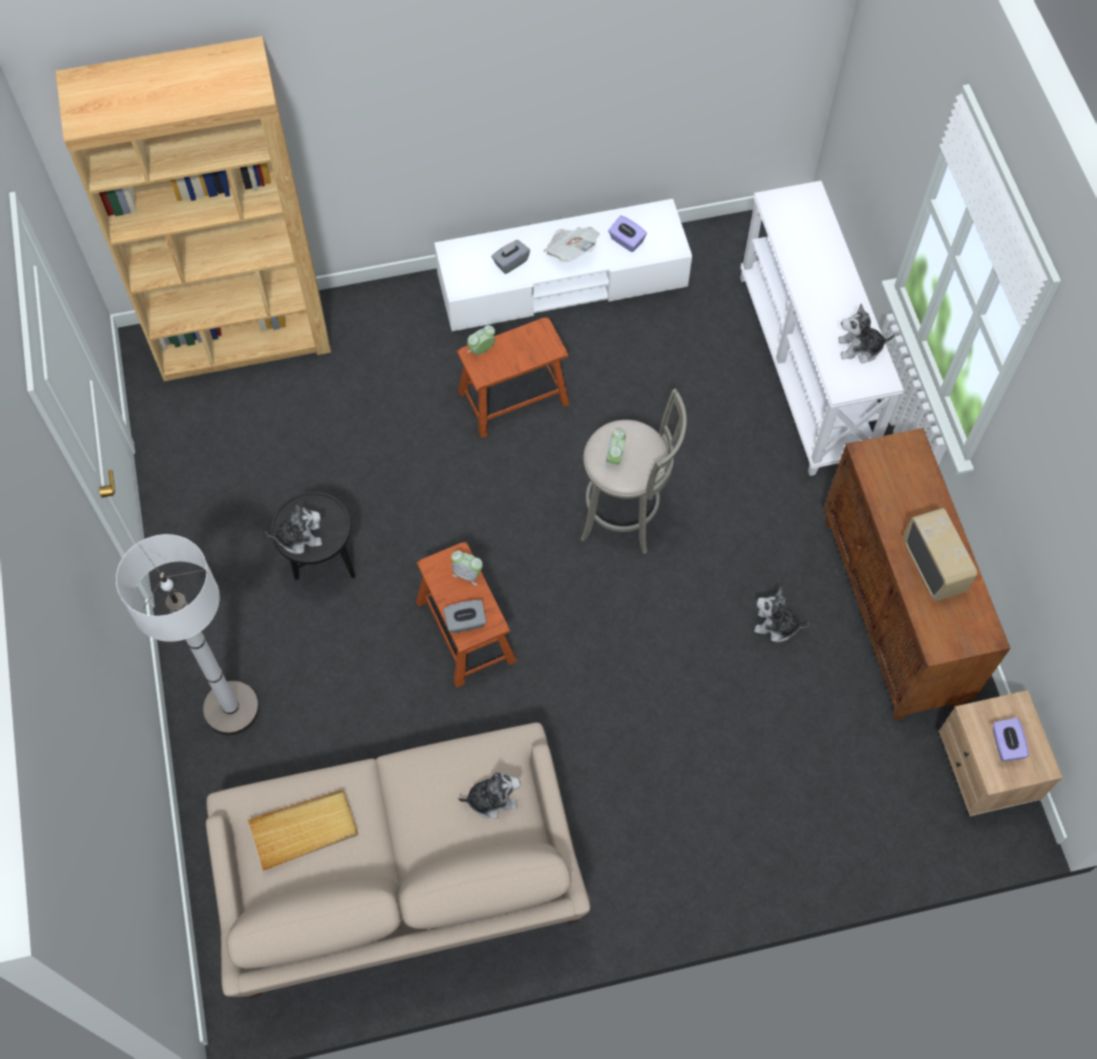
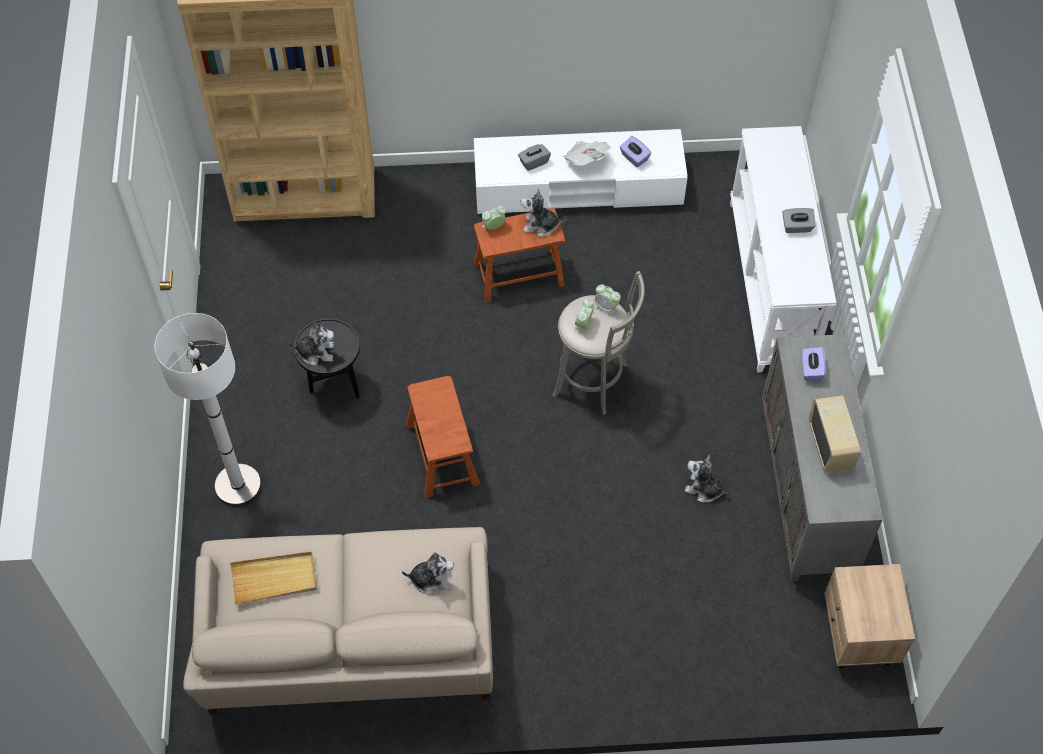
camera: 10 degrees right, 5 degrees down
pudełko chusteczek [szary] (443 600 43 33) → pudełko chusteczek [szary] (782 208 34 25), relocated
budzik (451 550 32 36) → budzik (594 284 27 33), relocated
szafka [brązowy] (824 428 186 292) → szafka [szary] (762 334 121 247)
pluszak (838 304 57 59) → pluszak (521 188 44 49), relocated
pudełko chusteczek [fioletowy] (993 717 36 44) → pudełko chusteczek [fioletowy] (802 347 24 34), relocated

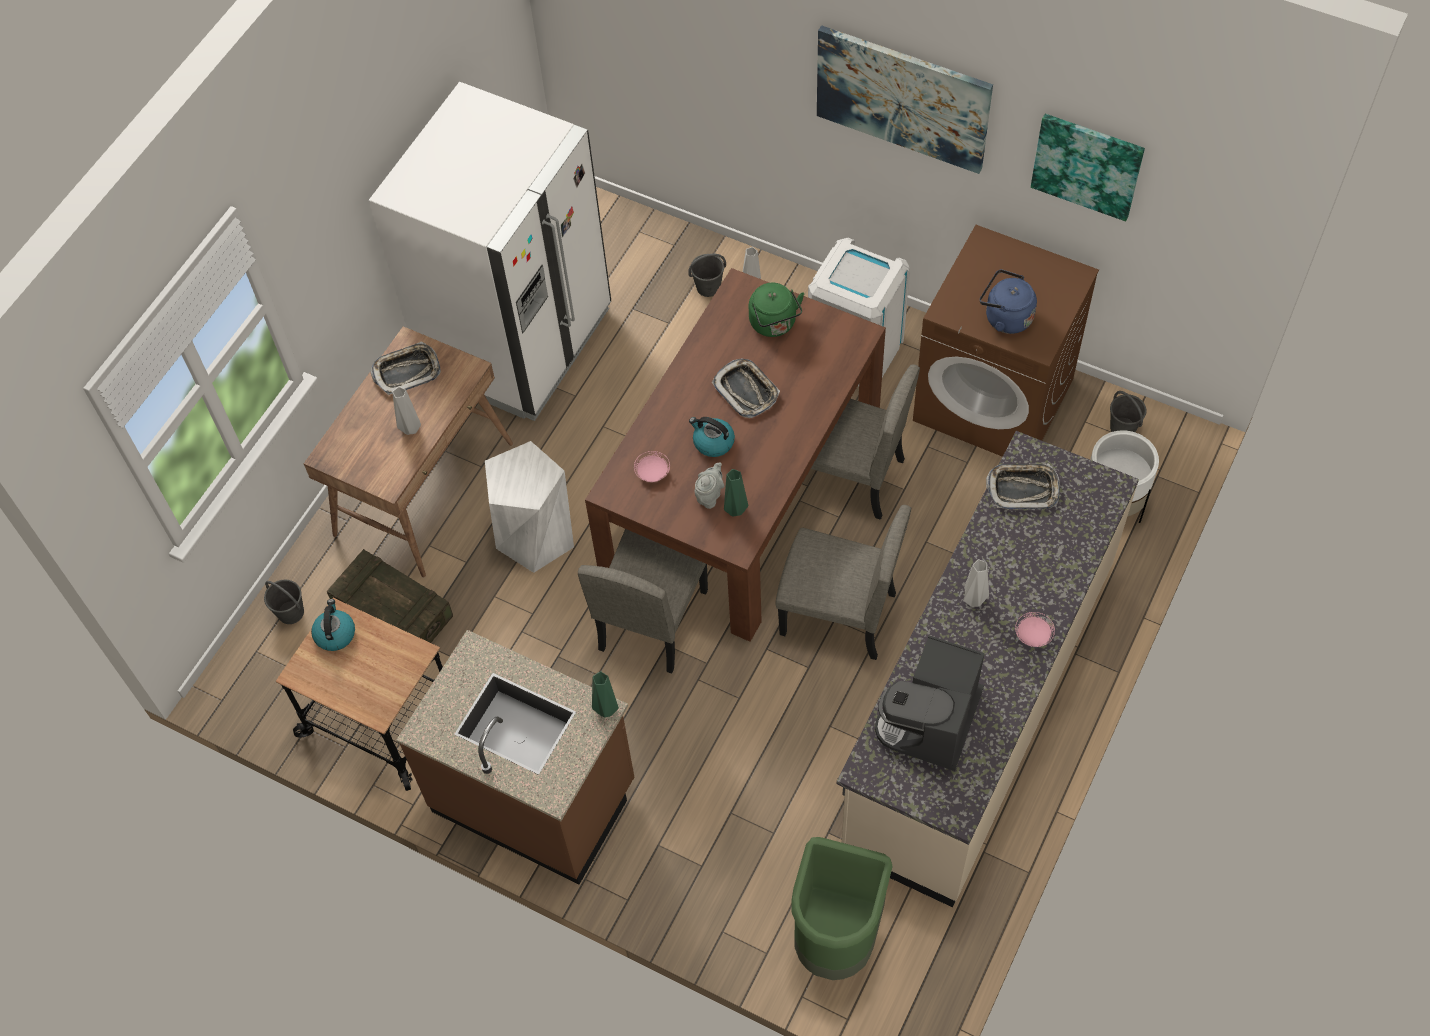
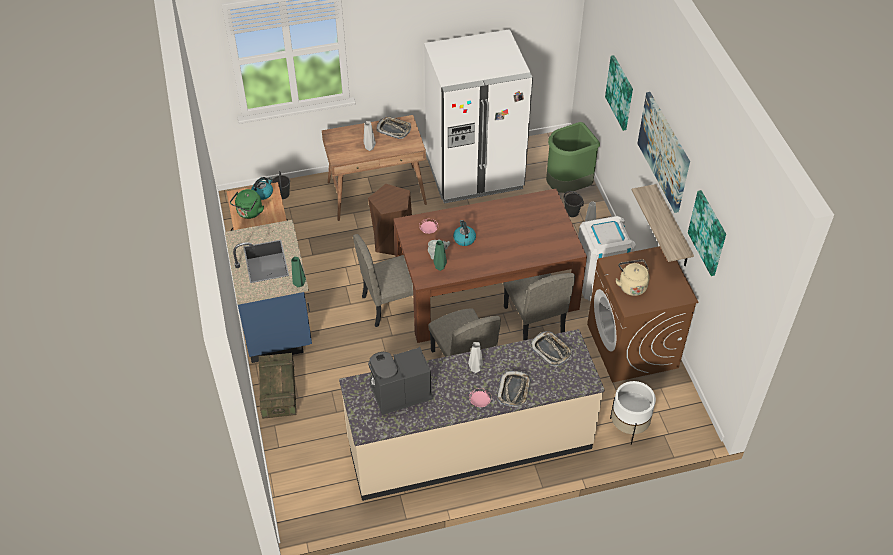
camera: 45 degrees right, 10 degrees down
skrzynka (327 549 126 94) → skrzynka (259 353 37 66), relocated
zabudowa kuchenna [brązowy] (396 630 238 254) → zabudowa kuchenna [niebieski] (225 220 87 143)
stołek [biały] (485 441 89 132) → stołek [brązowy] (368 184 44 71)
taca (712 359 68 59) → taca (497 371 34 36), relocated
czajnik [zielony] (749 283 55 54) → czajnik [zielony] (230 189 34 30), relocated
kosz na śmieci [zielony] (792 837 101 143) → kosz na śmieci [zielony] (546 122 54 71), relocated
czajnik [niebieski] (980 269 57 65) → czajnik [beżowy] (616 259 34 37)
wiadro [szary] (1110 391 37 41) → -
- → obraz (605 55 28 76)
- → półka (632 184 62 82)

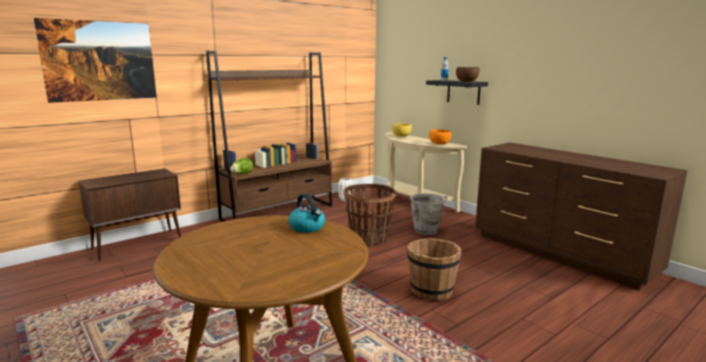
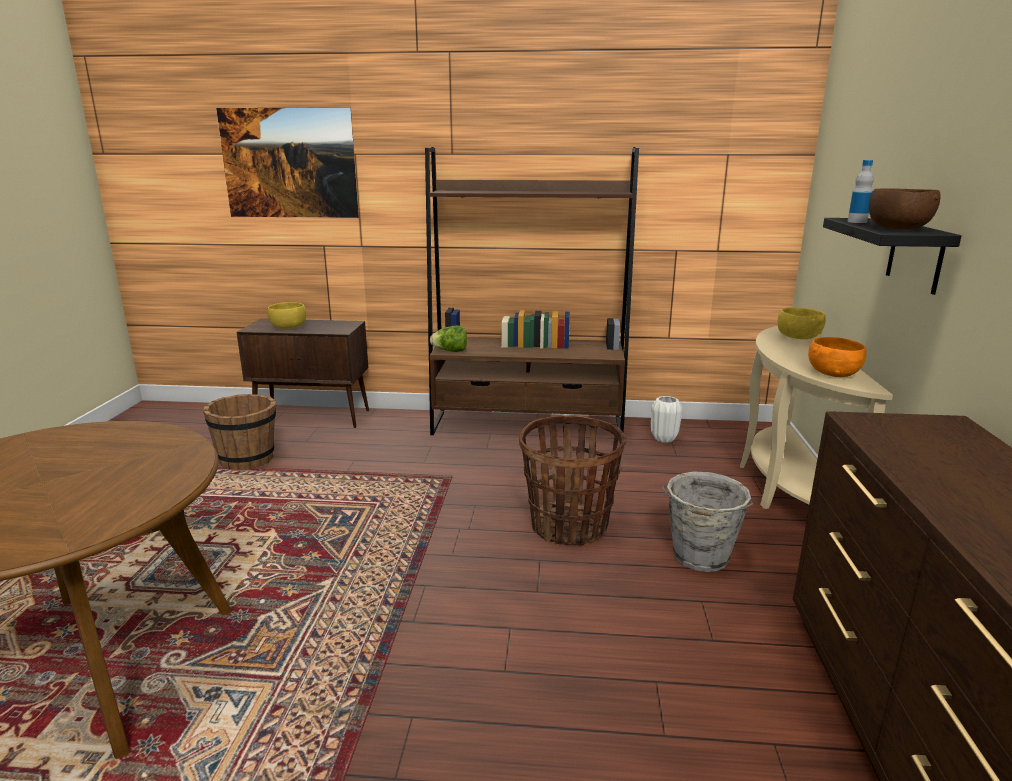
camera: 45 degrees right, 5 degrees up
czajnik (288 194 37 39) → -
wiadro [brązowy] (407 238 55 62) → wiadro [brązowy] (203 394 73 76), relocated
- → miska [żółty] (267 302 39 27)

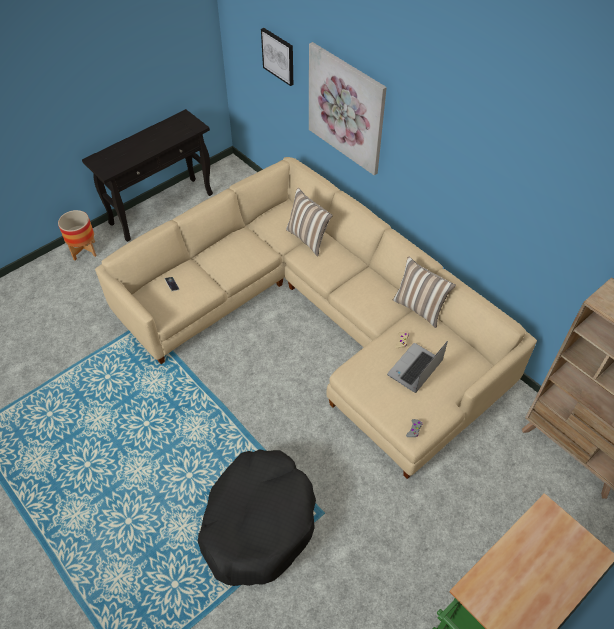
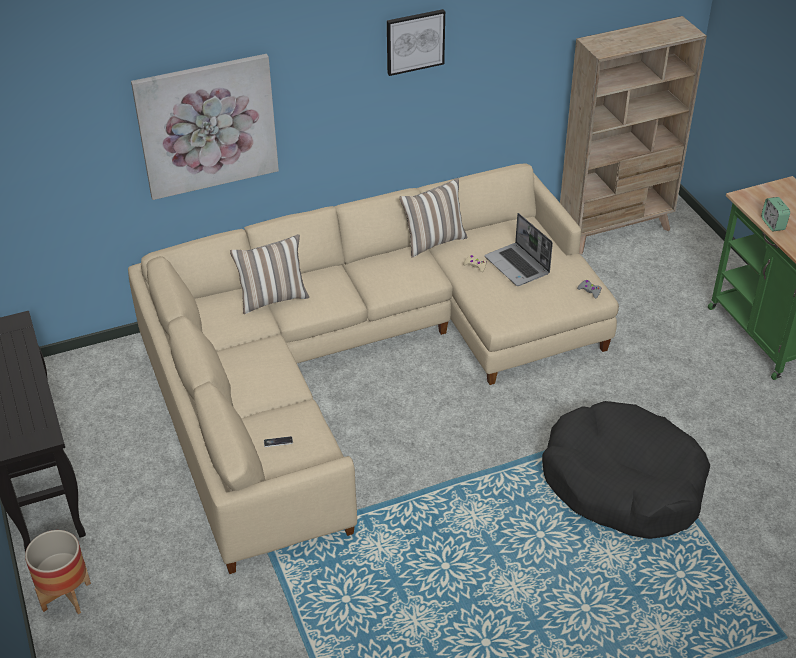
camera: 70 degrees left, 10 degrees down
obraz (261 28 32 58) → obraz (387 9 58 67), relocated
- → budzik (761 197 29 34)

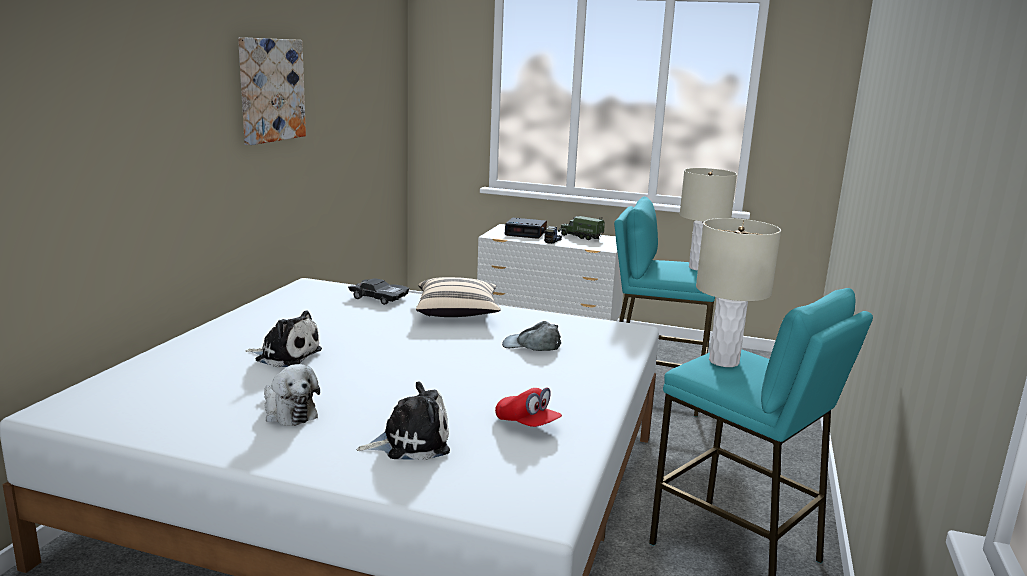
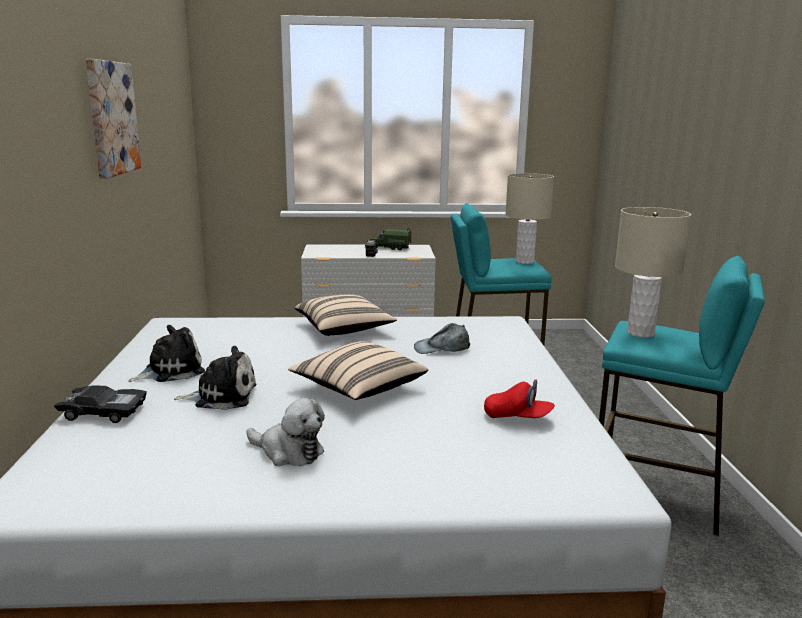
camera: 20 degrees left, 0 degrees up
samochodzik [czarny] (348 278 61 27) → samochodzik [czarny] (54 385 93 38), relocated
pluszak (356 381 94 79) → pluszak (128 325 77 57), relocated
budzik (505 218 42 21) → -
- → poduszka [beżowy] (288 341 140 59)

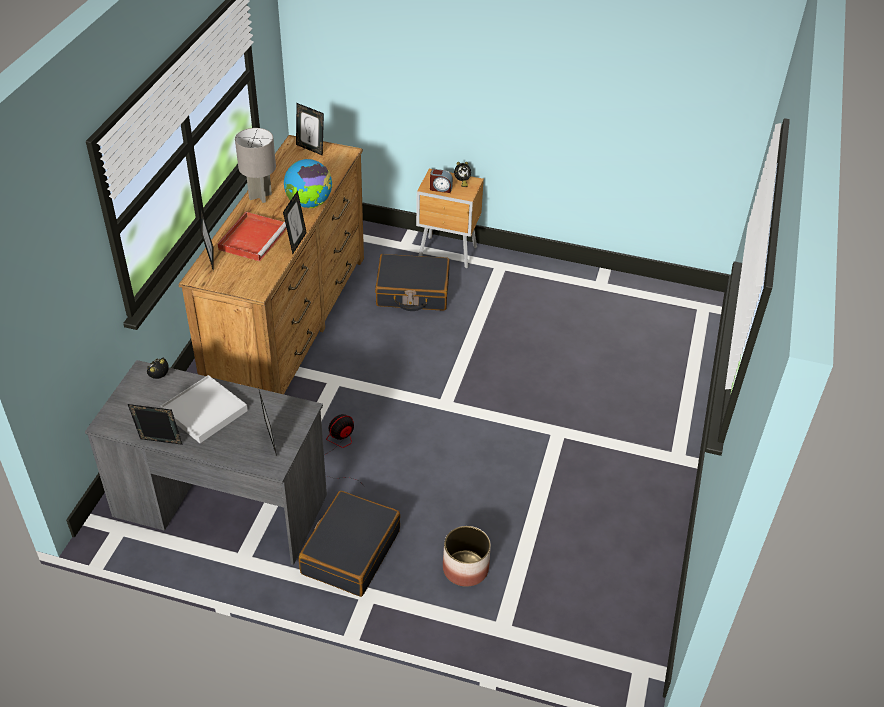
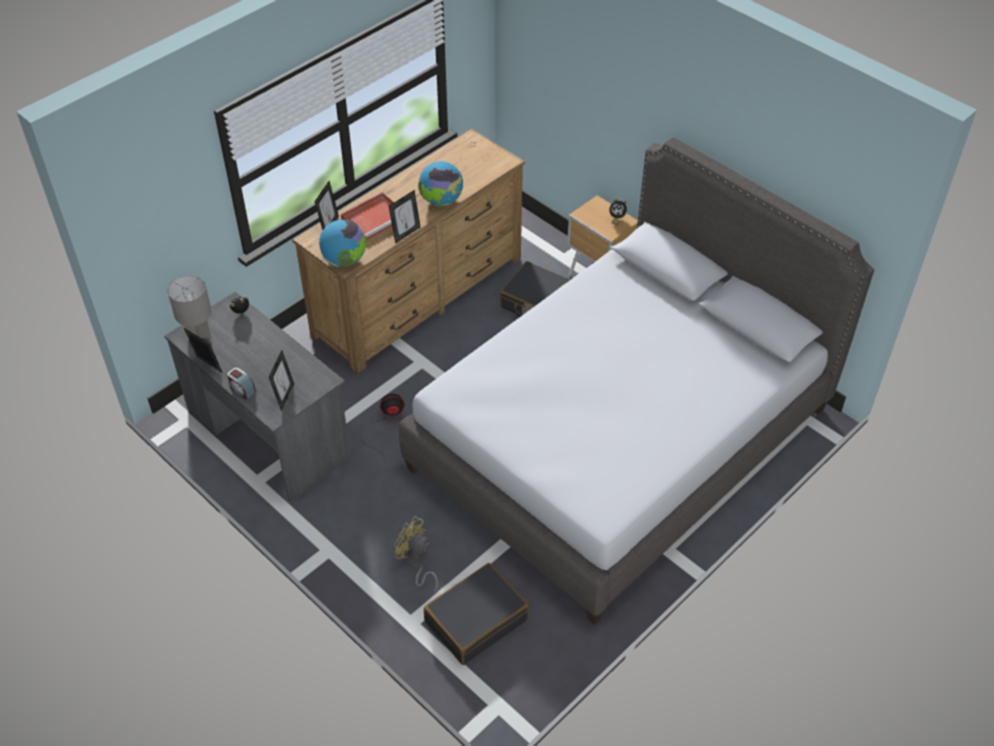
camera: 30 degrees right, 5 degrees up
taca [biały] (161 375 87 68) → -
lampa stołowa [szary] (235 128 41 75) → lampa stołowa [szary] (168 276 44 62), relocated
ramka na zdjęcie (296 103 28 53) → -
walizka [czarny] (299 491 101 106) → walizka [czarny] (424 563 105 102), relocated
budzik (430 169 23 24) → budzik (227 368 29 32), relocated
donica (443 526 48 61) → wentylator [żółty] (394 516 44 77)
- → globus (319 219 47 48)
- → łóżko [szary] (399 138 475 487)

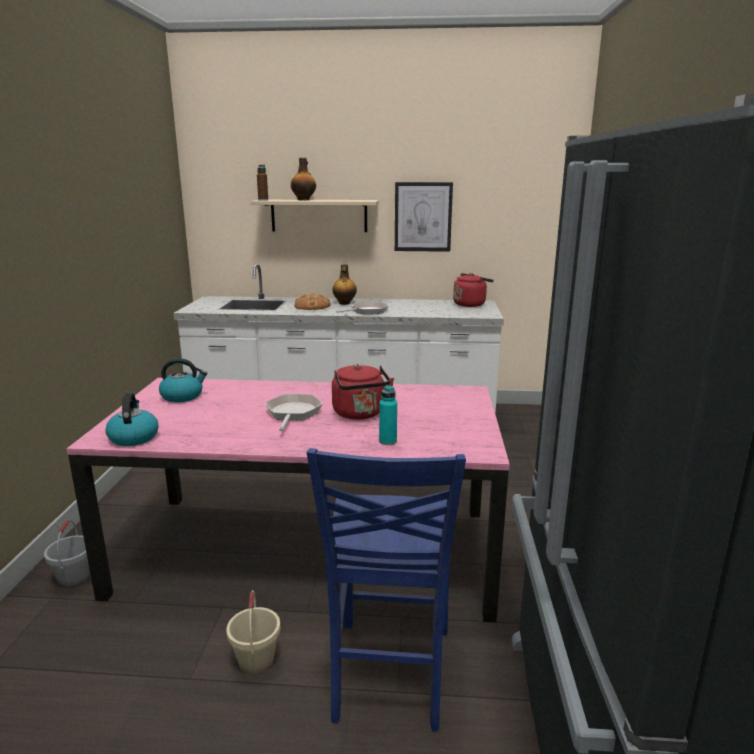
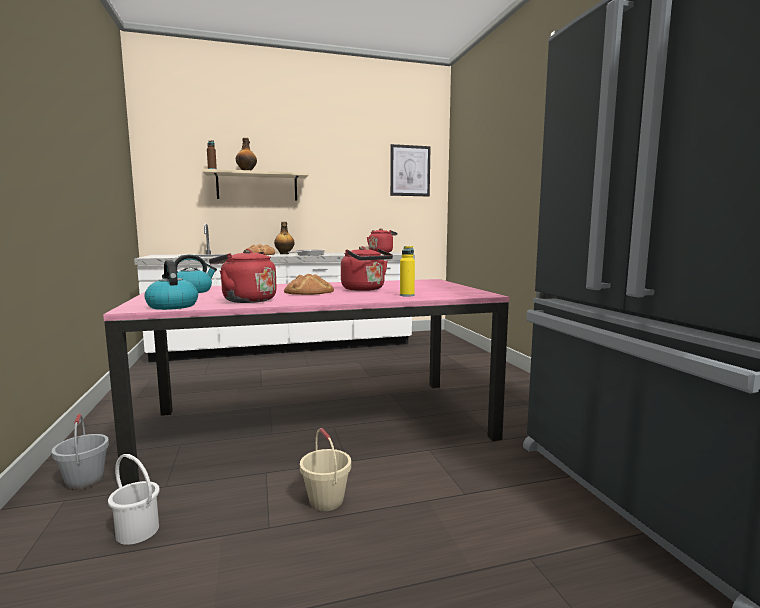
camera: 20 degrees left, 10 degrees down
patelnia (265 394 58 37) → chleb (284 274 50 21)
krzesło [niebieski] (307 448 159 284) → -
butelka [turkusowy] (379 385 18 60) → butelka [żółty] (400 246 15 51)
obraz (395 182 58 70) → obraz (390 144 41 52), relocated
- → wiadro [biały] (108 454 52 91)
- → czajnik [czerwony] (209 249 68 54)

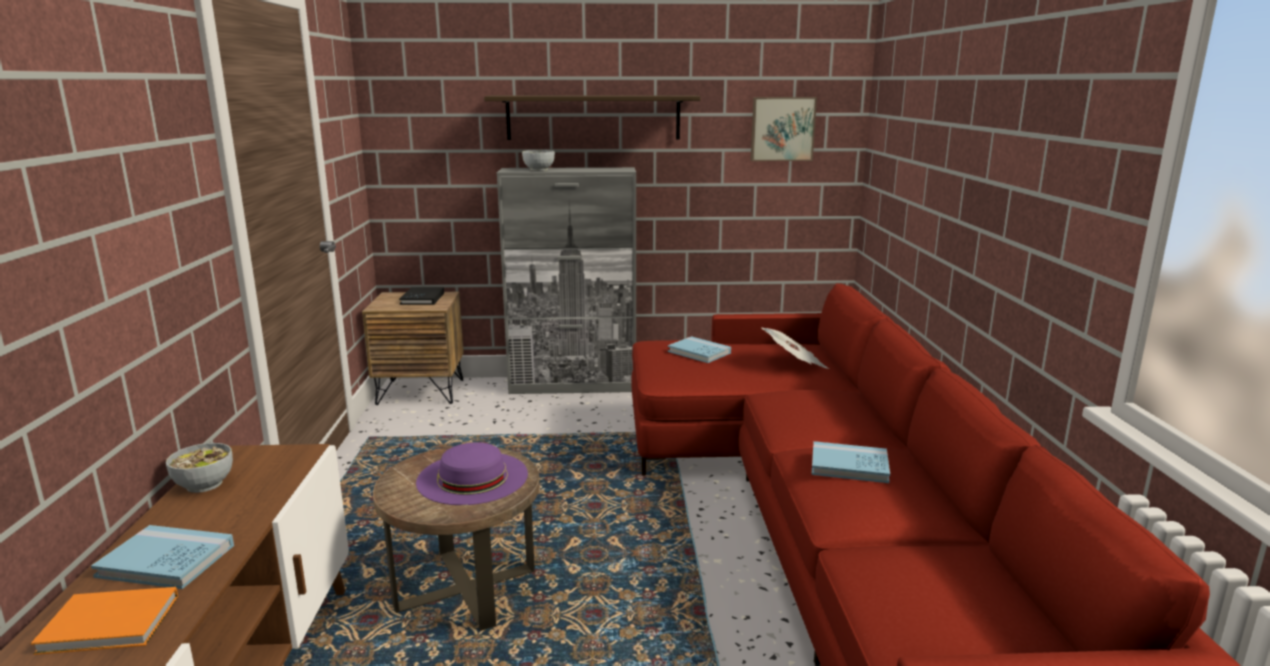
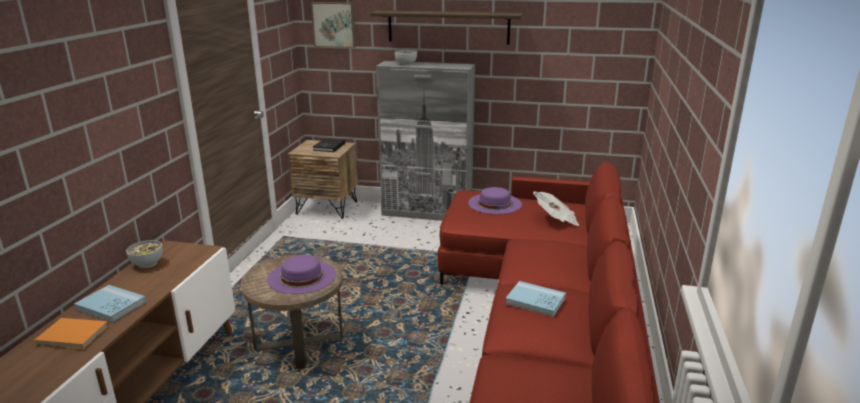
camera: 15 degrees right, 5 degrees up
książka [niebieski] (668 336 63 27) → kapelusz [fioletowy] (468 187 54 27)
obraz (751 97 66 64) → obraz (311 2 45 46), relocated

